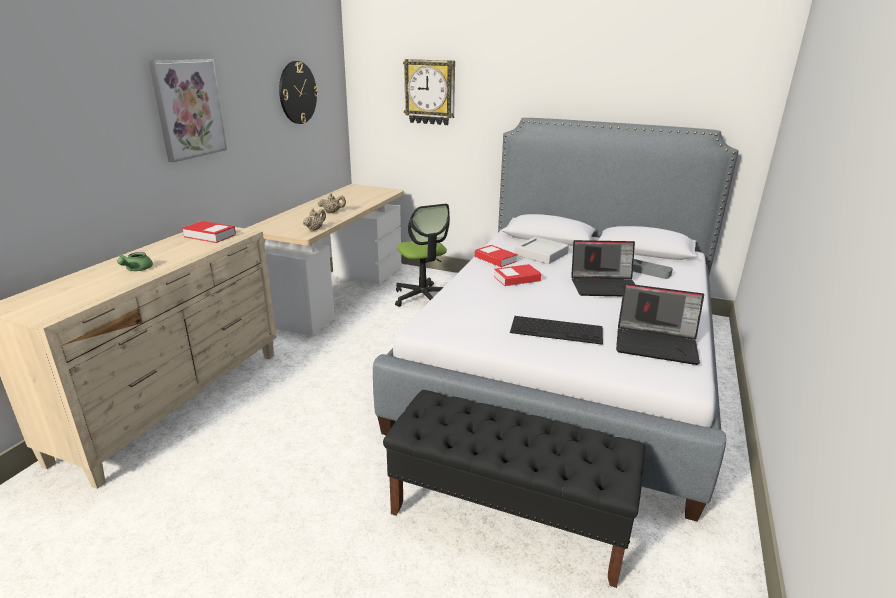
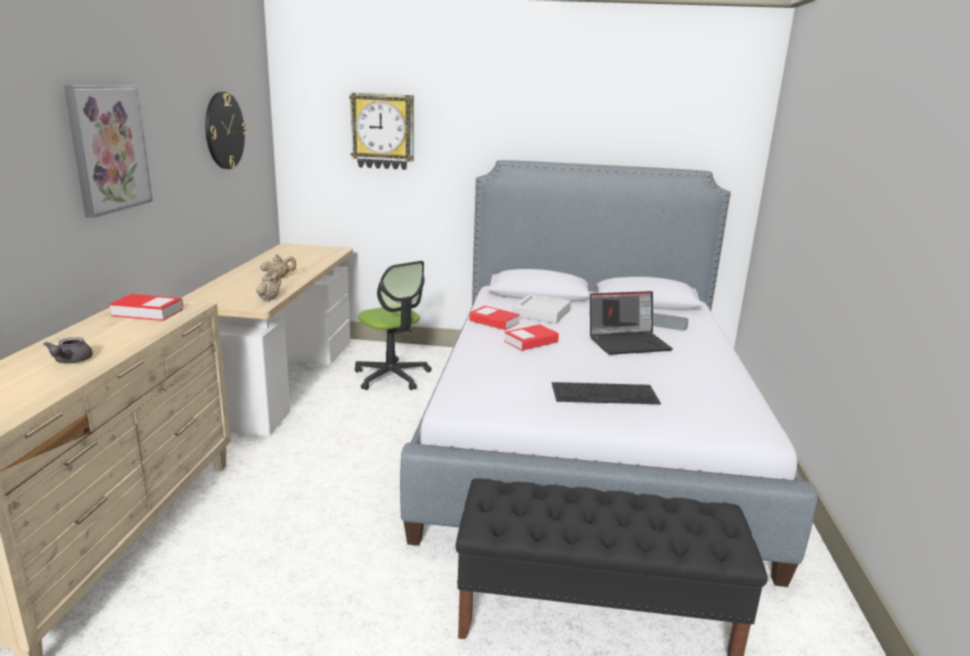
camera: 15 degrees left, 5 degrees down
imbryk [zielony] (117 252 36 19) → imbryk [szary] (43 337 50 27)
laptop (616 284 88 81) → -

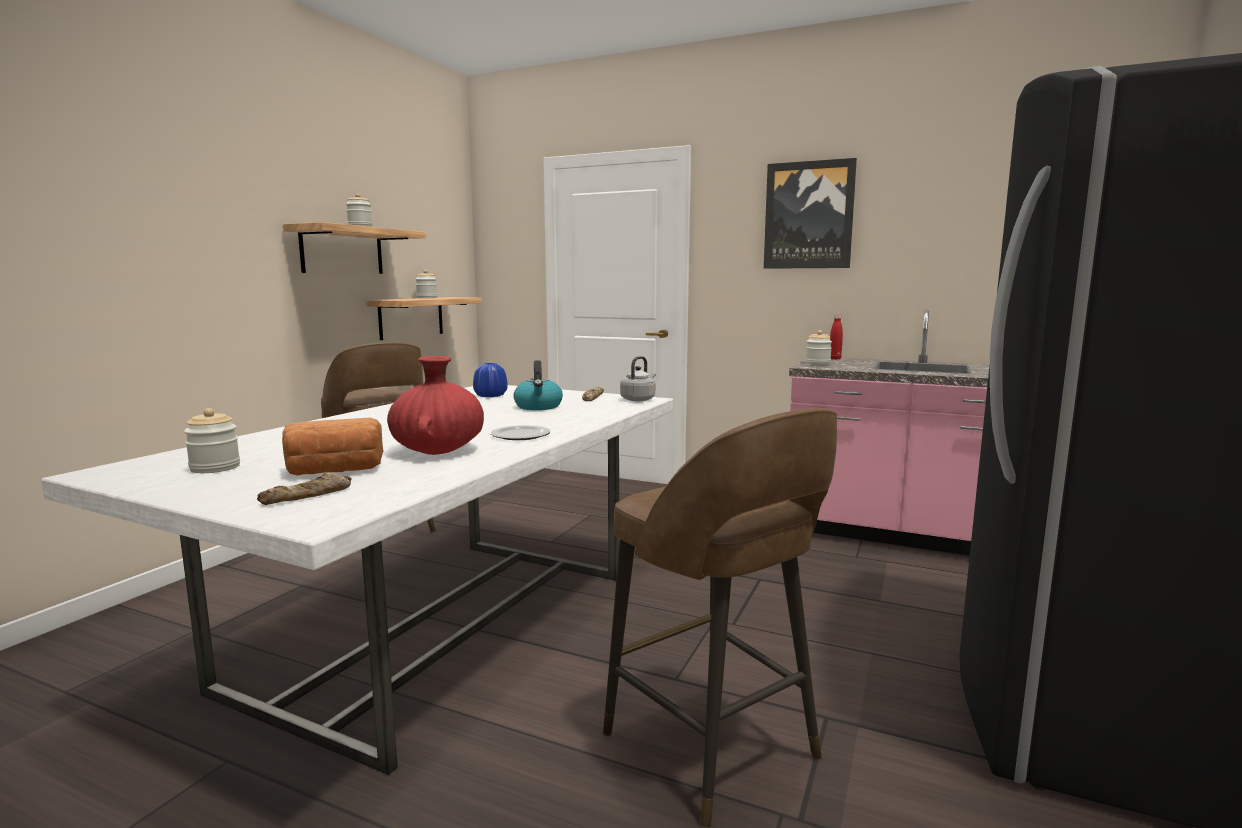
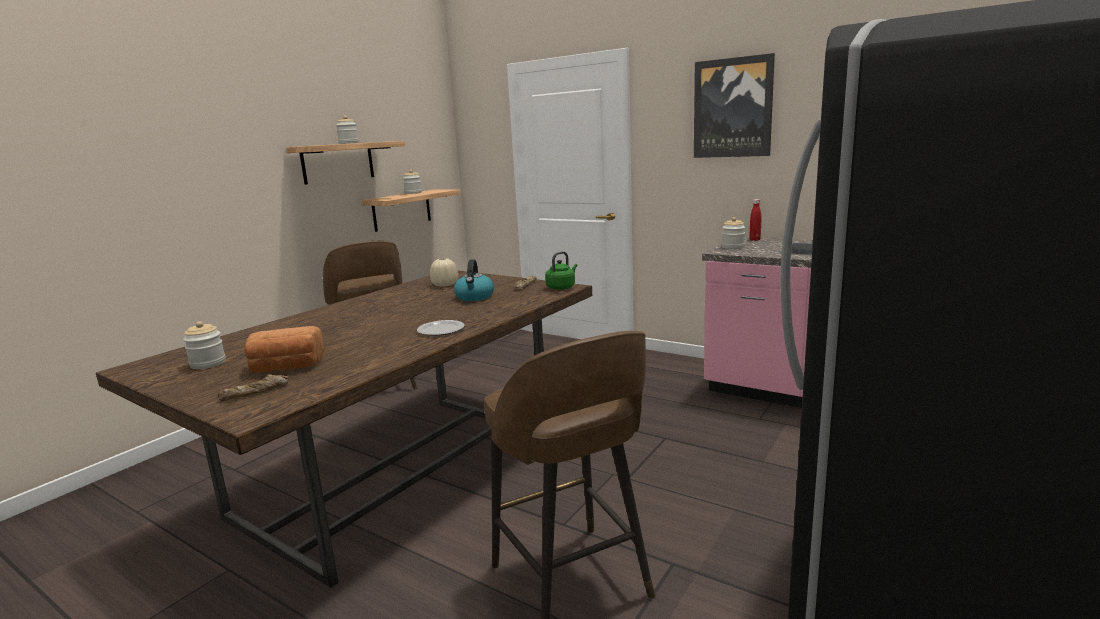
camera: 10 degrees right, 5 degrees up
stół jadalny [biały] (41 385 632 390) → stół jadalny [brązowy] (96 270 496 318)
wazon [czerwony] (387 356 97 99) → -
wazon [niebieski] (473 363 35 34) → wazon [beżowy] (430 258 28 29)
czajnik [szary] (620 356 36 45) → czajnik [zielony] (545 251 32 39)

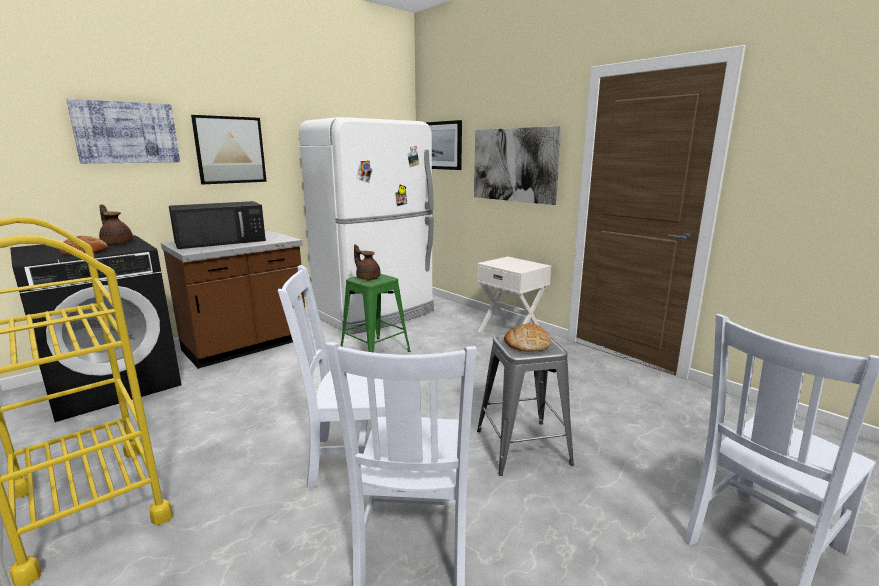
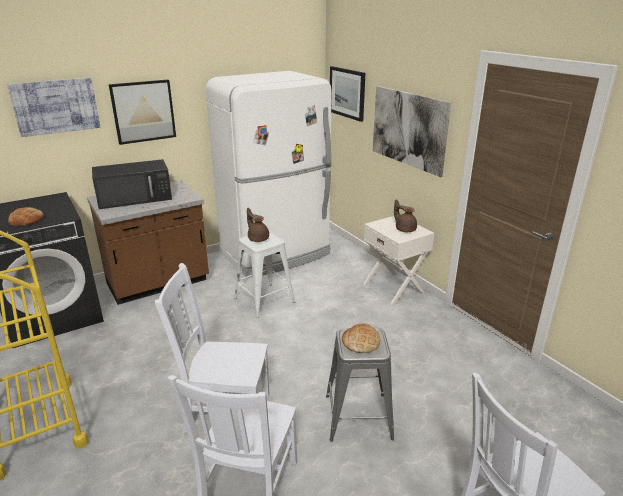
camera: 10 degrees right, 10 degrees up
imbryk [brązowy] (99 204 34 41) → imbryk [brązowy] (394 199 23 33), relocated
stołek [zielony] (341 274 69 78) → stołek [biały] (234 232 61 86)

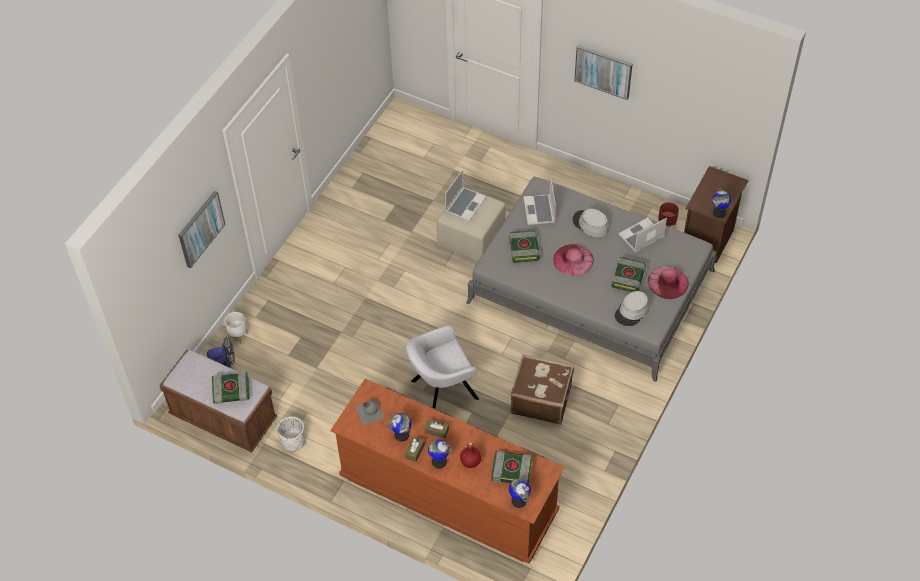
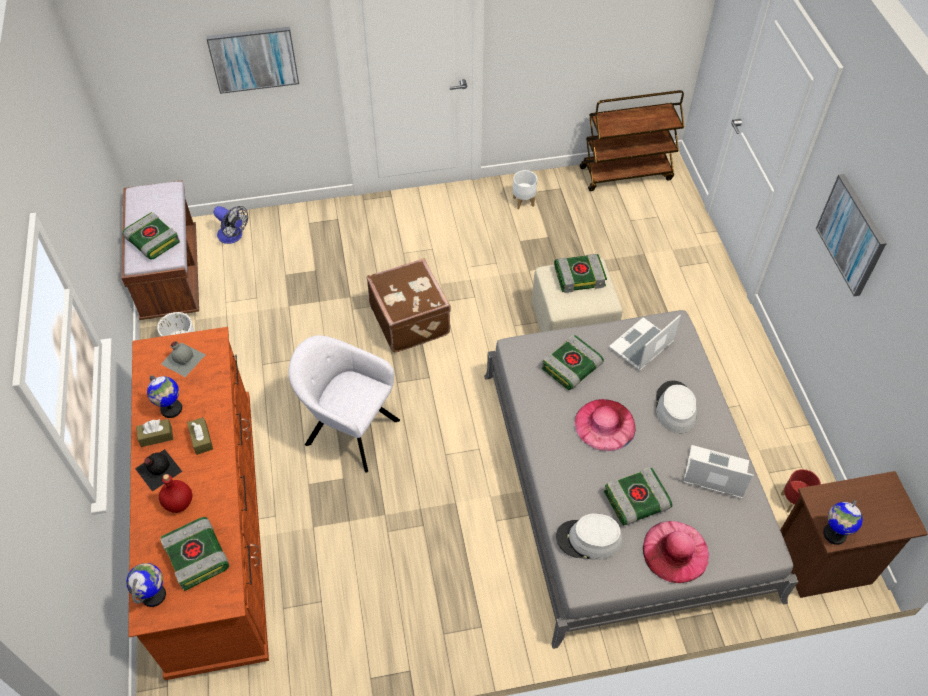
camera: 50 degrees right, 0 degrees up
donica [biały] (225 312 23 32) → donica [biały] (513 170 24 39), relocated
globus (428 439 25 29) → butelka [czarny] (135 449 48 43)
laptop (445 170 41 51) → książka (554 254 53 39)
walizka [brązowy] (510 355 64 70) → walizka [brązowy] (367 258 84 95), relocated
- → wózek [brązowy] (580 90 105 101)

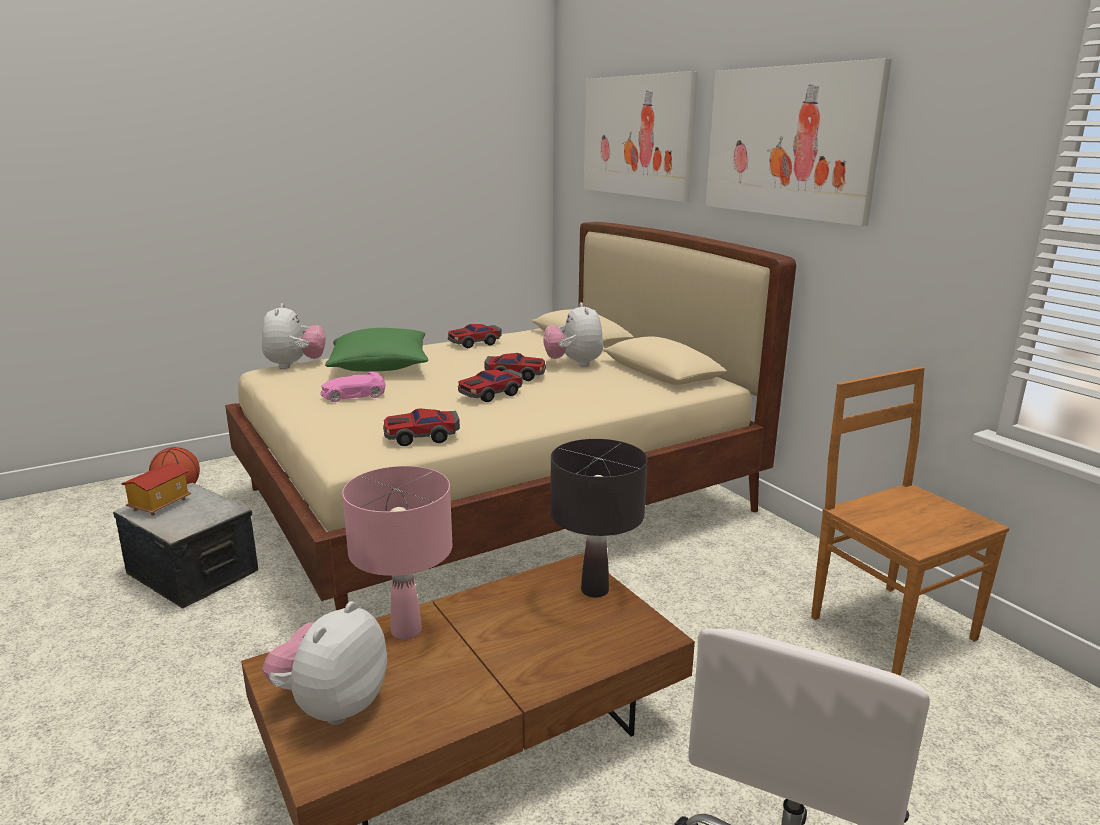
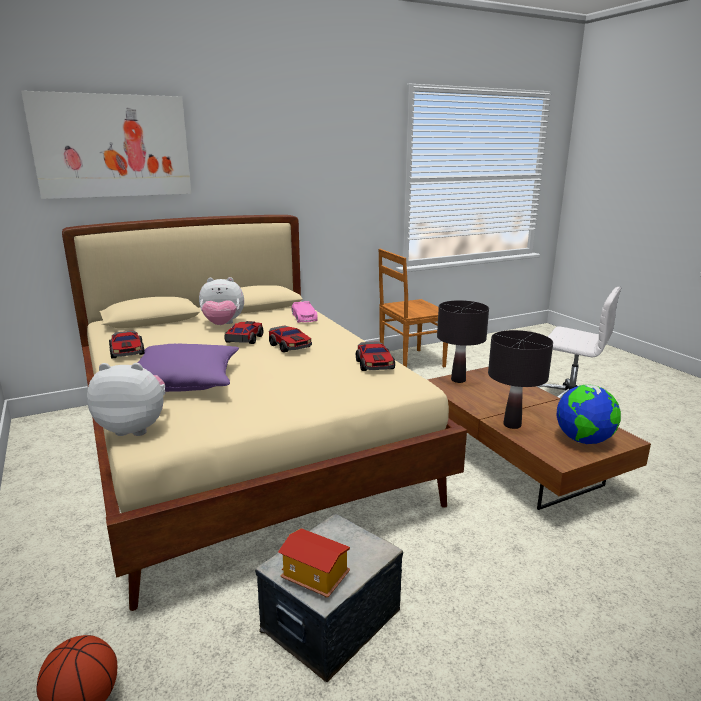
camera: 85 degrees left, 0 degrees up
pluszak (262 601 125 124) → globus (557 384 64 60)
samochodzik [różowy] (320 371 66 31) → samochodzik [różowy] (291 301 27 22), relocated
poduszka [zielony] (325 328 103 43) → poduszka [fioletowy] (138 344 101 48)
lampa stołowa [różowy] (342 466 110 174) → lampa stołowa [czarny] (488 330 65 99)
obraz (705 58 187 168) → -

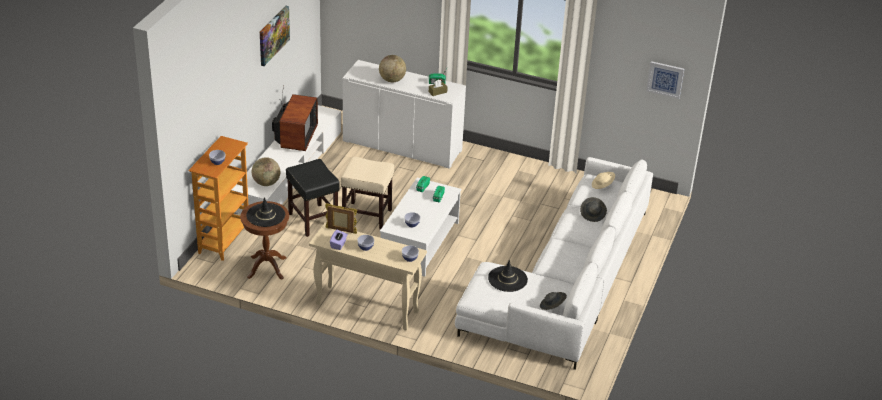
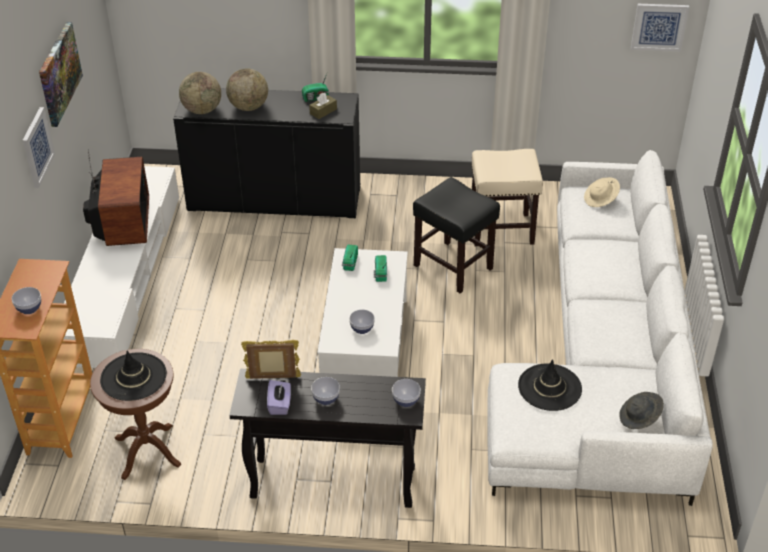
camera: 15 degrees left, 5 degrees up
globus (252 157 28 29) → globus (179 72 42 42), relocated
stołek [czarny] (286 159 54 78) → stołek [czarny] (413 177 87 116), relocated
stolik konsolowy [beżowy] (309 223 118 108) → stolik konsolowy [czarny] (229 369 197 139)
stołek [beżowy] (341 157 53 73) → stołek [beżowy] (471 149 72 97), relocated
szafka [biały] (343 60 123 109) → szafka [czarny] (173 88 187 130)
kapelusz [szary] (580 197 27 25) → -
- → obraz (22 107 33 81)

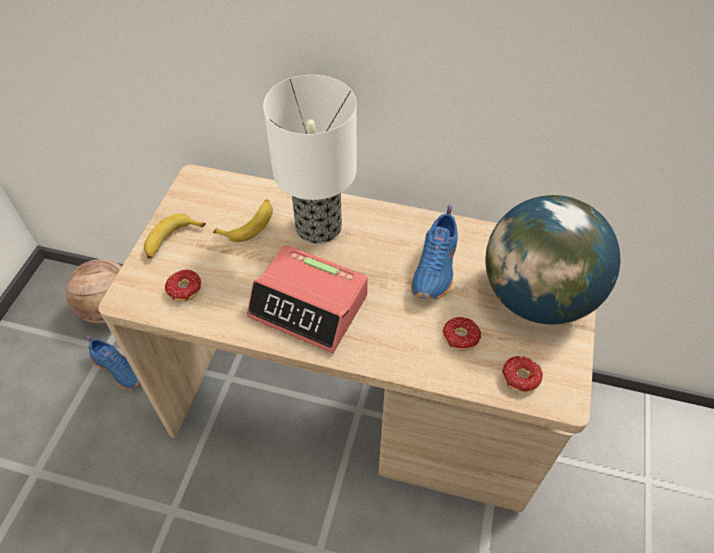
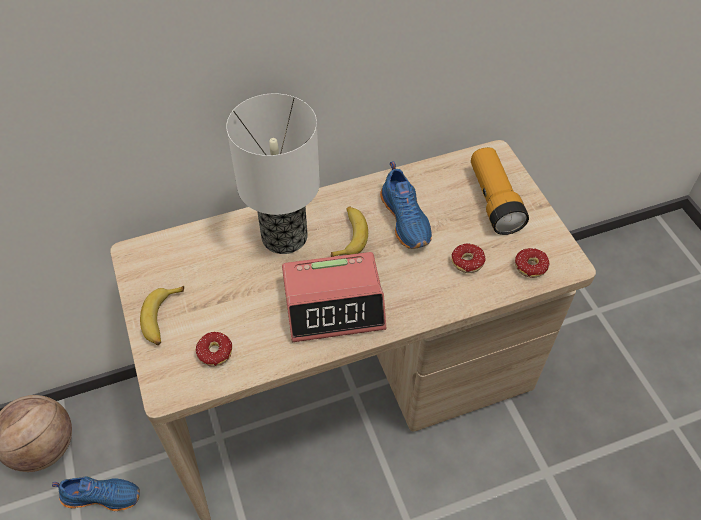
camera: 35 degrees left, 0 degrees up
banan (213 200 60 42) → banan (331 206 37 51), relocated
globus (485 195 135 129) → latarka (471 147 58 88)

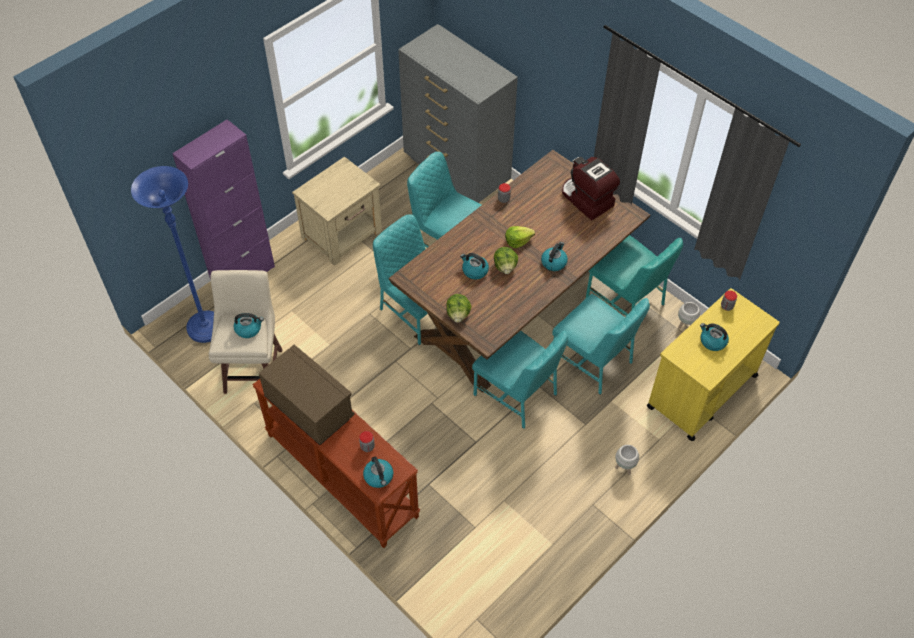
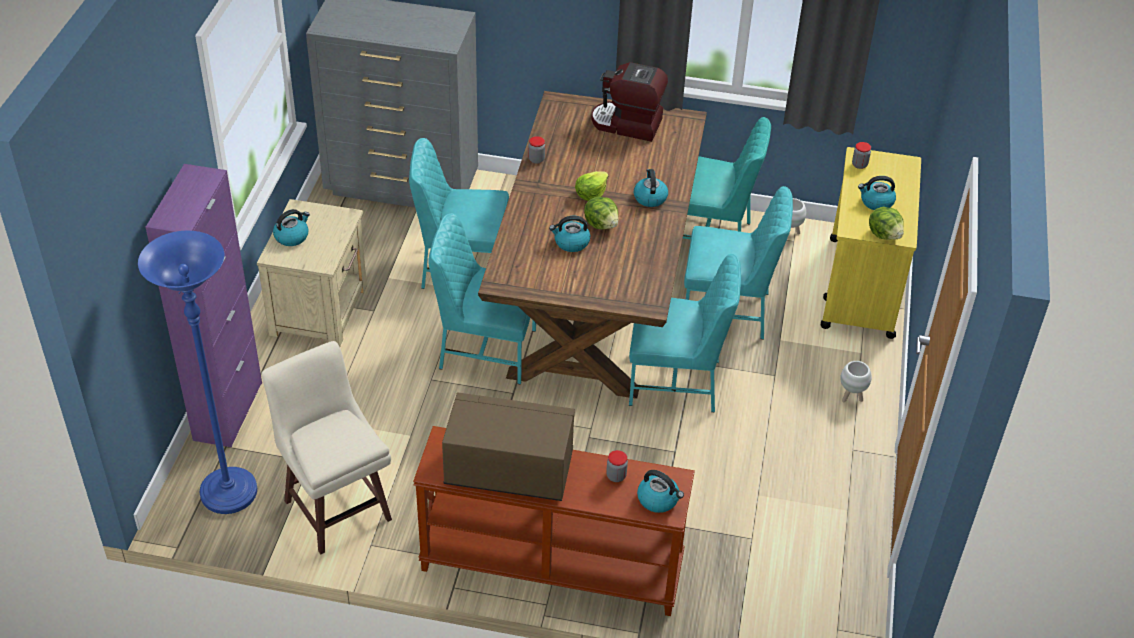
camera: 35 degrees left, 10 degrees down
czajnik (234 313 30 25) → czajnik (273 209 37 37), relocated
sałata (446 294 26 29) → sałata (869 207 35 33), relocated

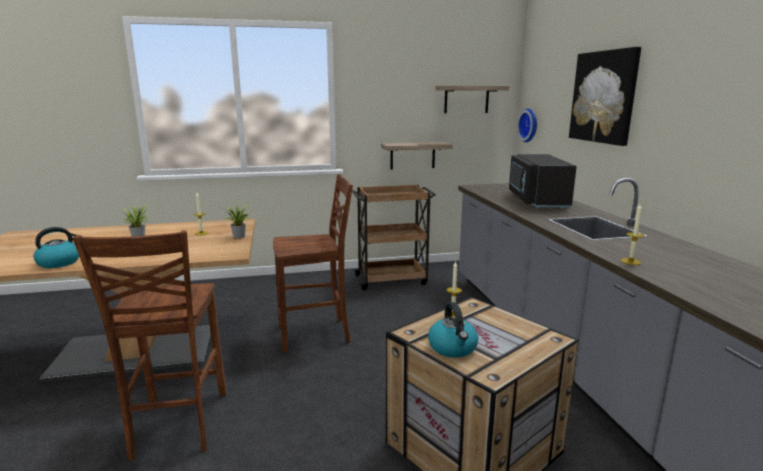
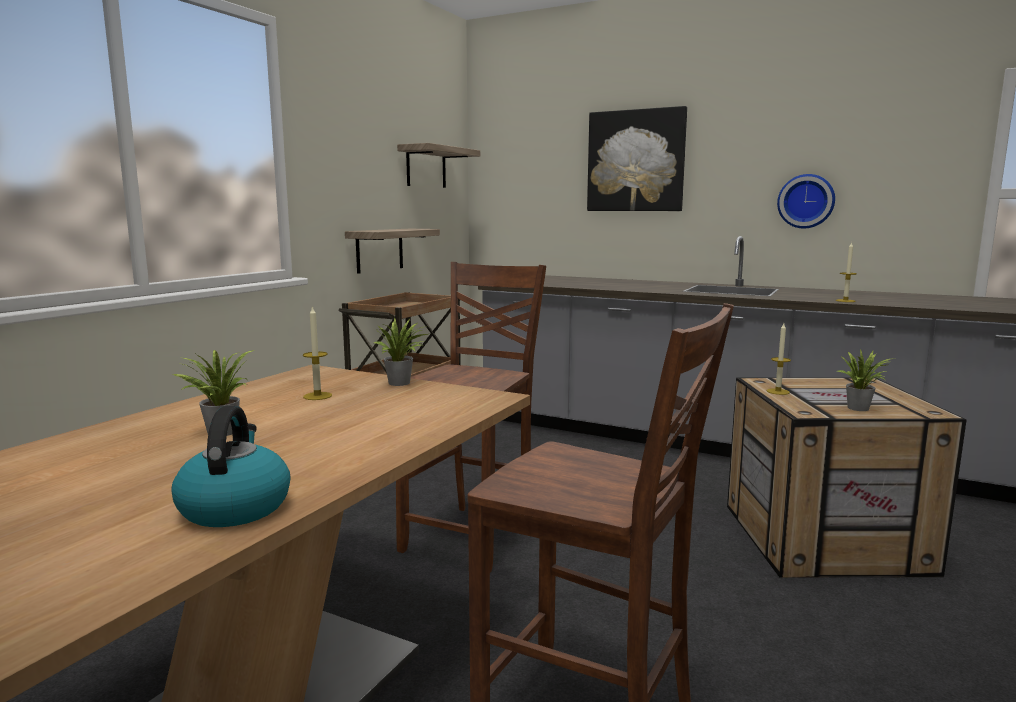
camera: 50 degrees left, 5 degrees down
czajnik (428 302 50 56) → roślina doniczkowa (836 350 59 61)
mikrofalówka [czarny] (509 154 68 55) → -
zegar ścienny (517 109 20 33) → zegar ścienny (777 174 58 54), relocated

